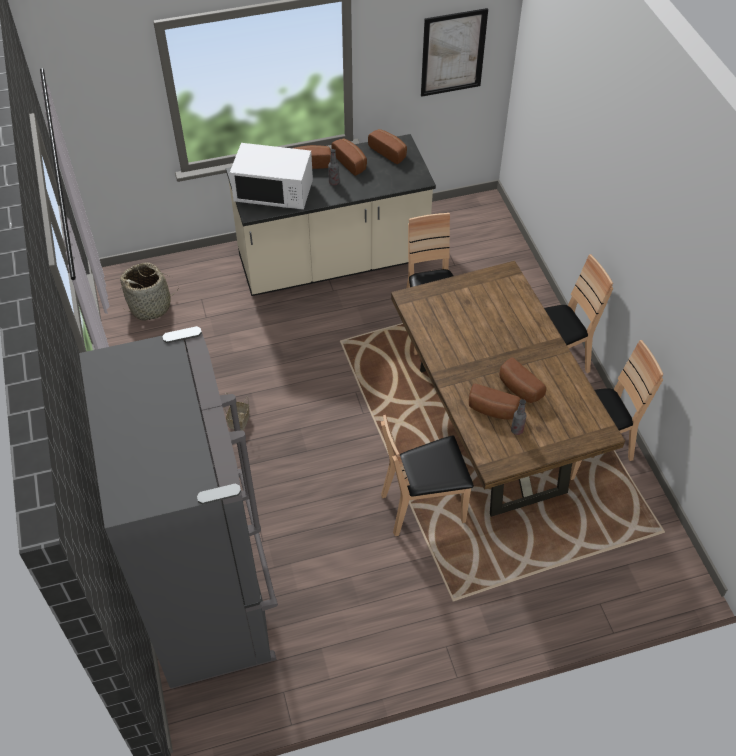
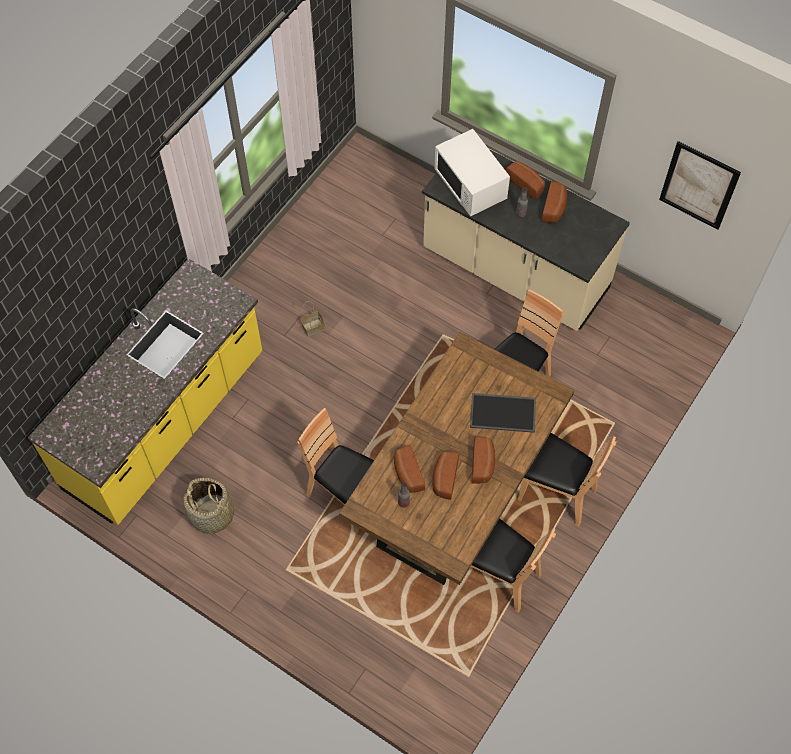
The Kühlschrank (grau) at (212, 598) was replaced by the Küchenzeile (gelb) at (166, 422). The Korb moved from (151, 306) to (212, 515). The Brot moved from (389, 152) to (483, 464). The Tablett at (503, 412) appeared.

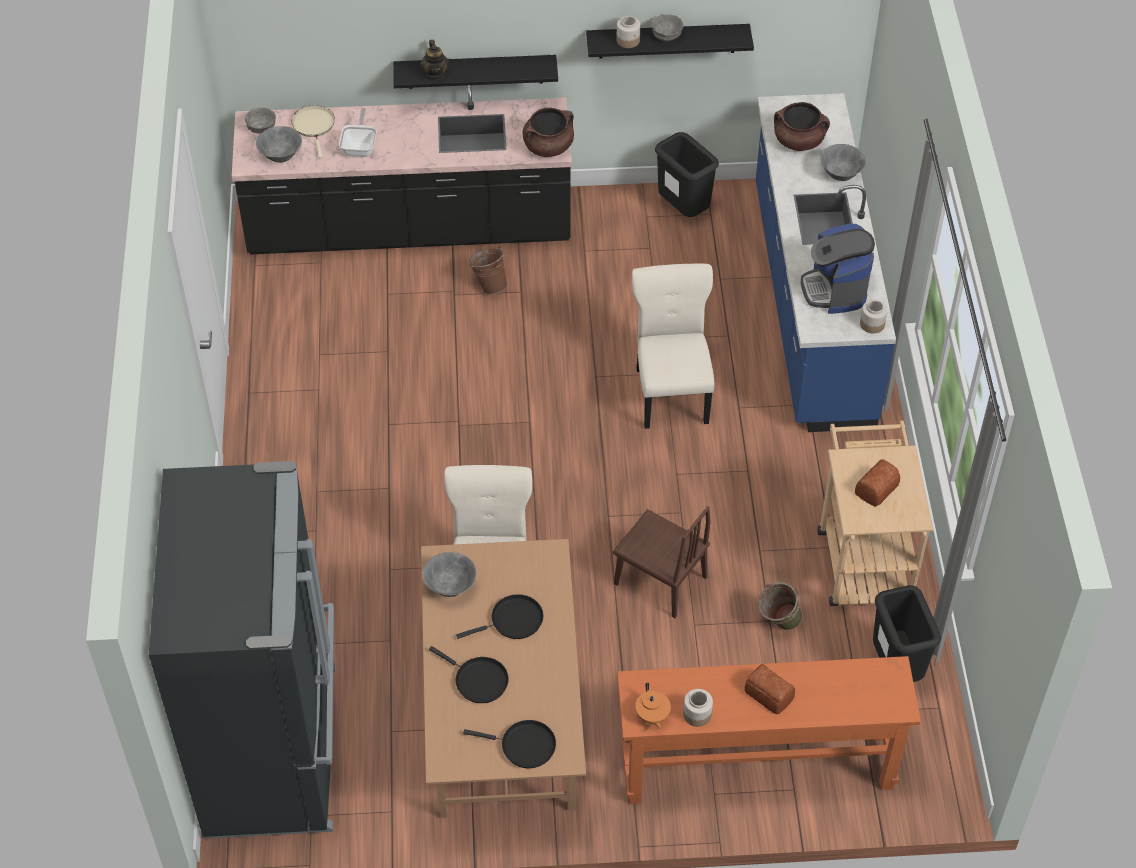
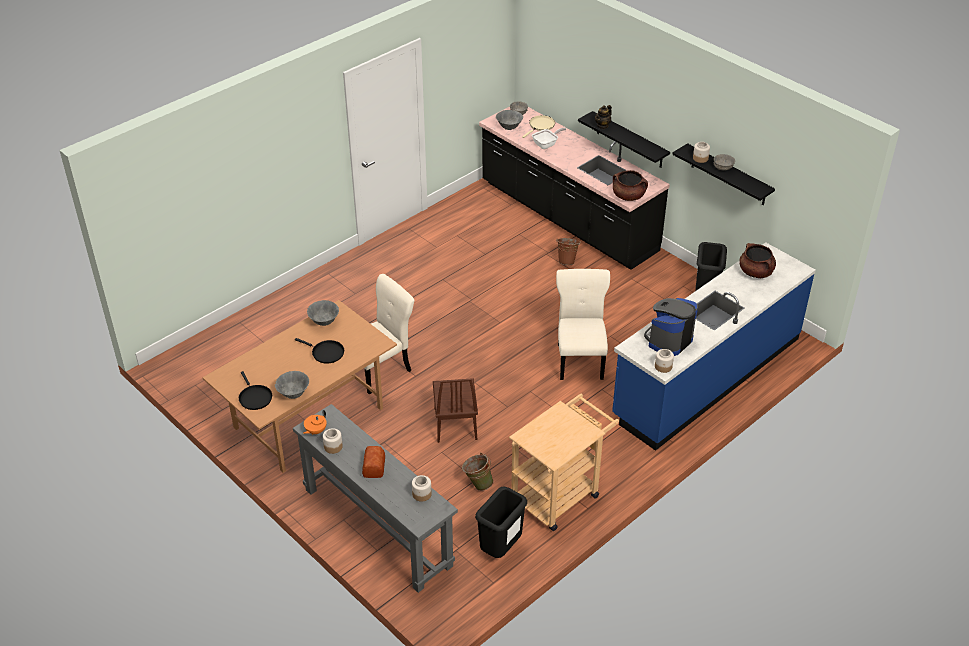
The Kühlschrank (schwarz) at (275, 748) disappeared. The Pfanne (schwarz) at (478, 680) disappeared. The Konsolentisch (orange) at (757, 766) became the Konsolentisch (grau) at (377, 527). The Stuhl (beige) at (671, 393) turned 45 degrees counterclockwise. The Schüssel (grau) moved from (840, 175) to (293, 394). The Brot at (875, 488) disappeared. The Vorratsglas at (422, 494) appeared.

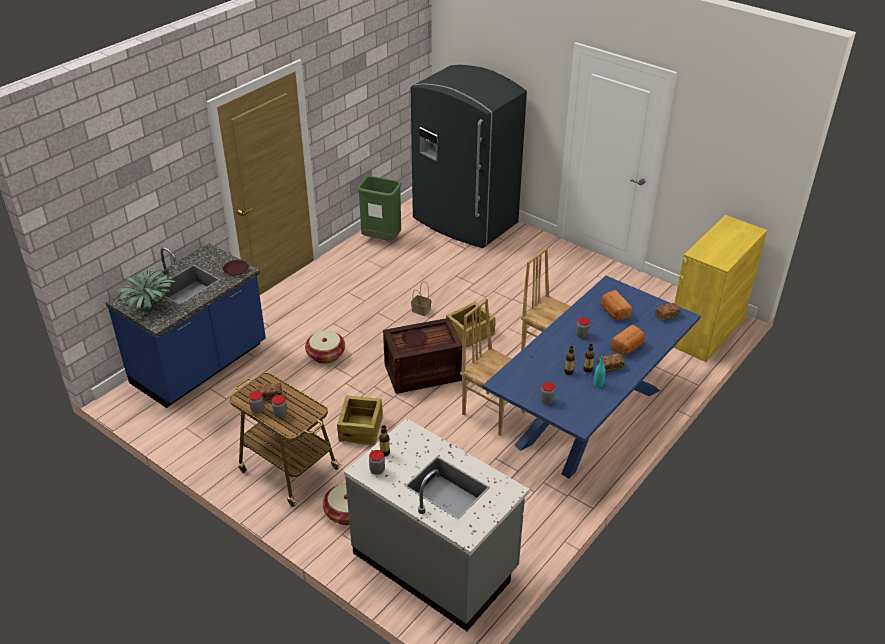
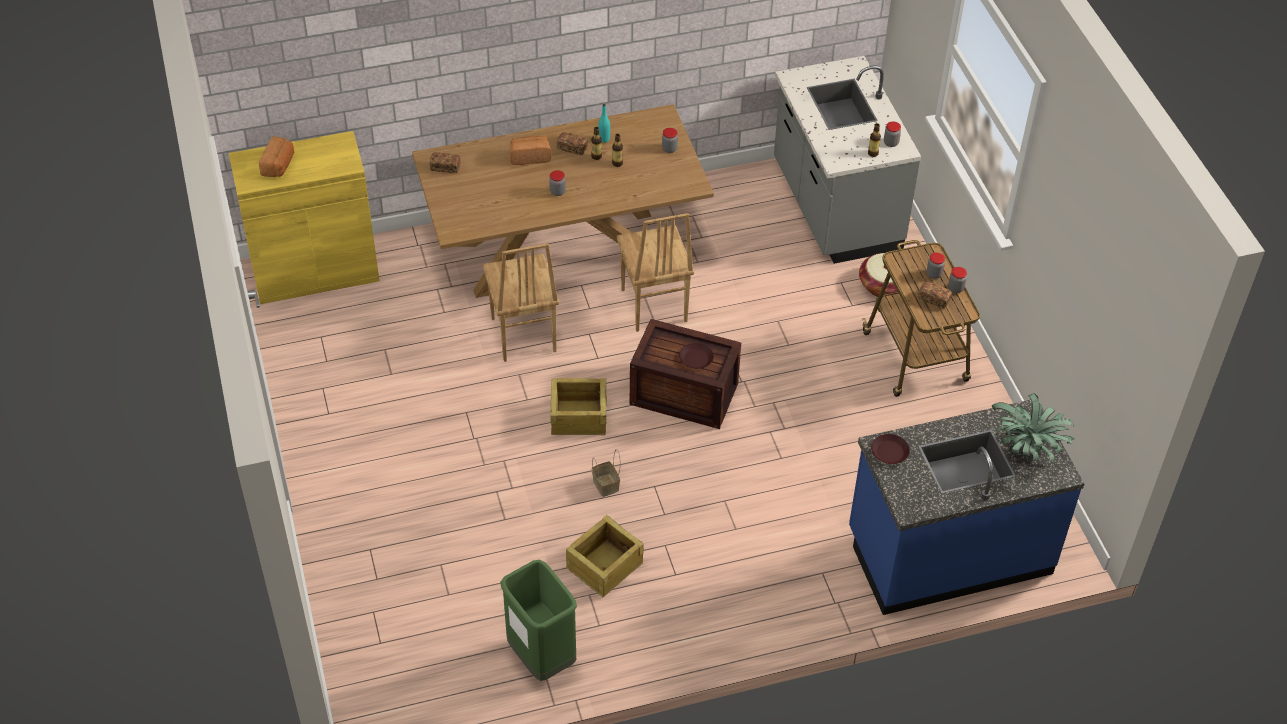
The Korb at (326, 355) disappeared. The Kiste moved from (361, 428) to (603, 565). The Kühlschrank (grau) at (464, 222) disappeared. The Esstisch (blau) at (587, 417) became the Esstisch (braun) at (563, 251). The Brot moved from (614, 312) to (279, 165).

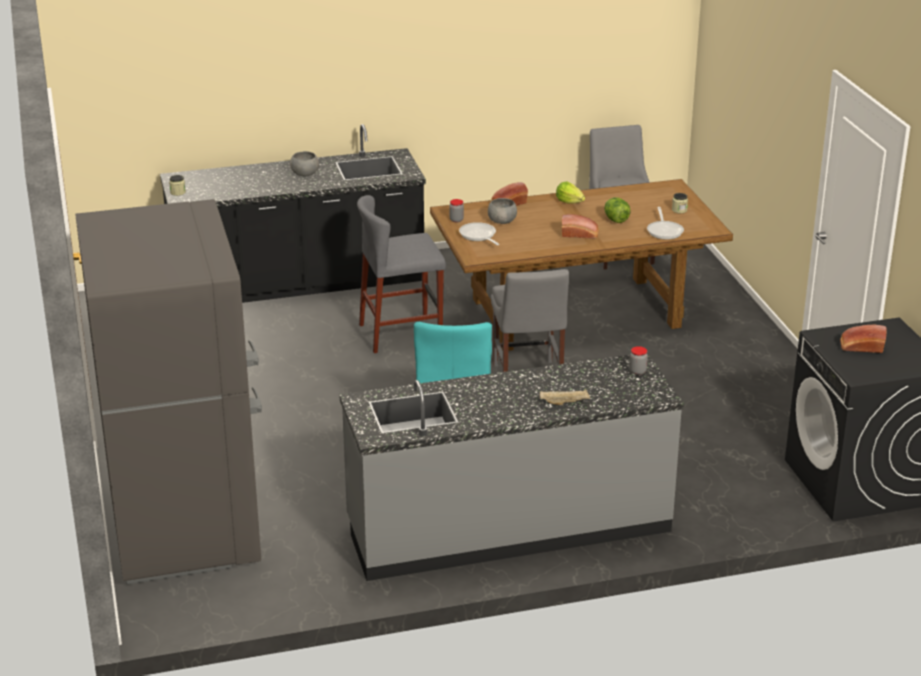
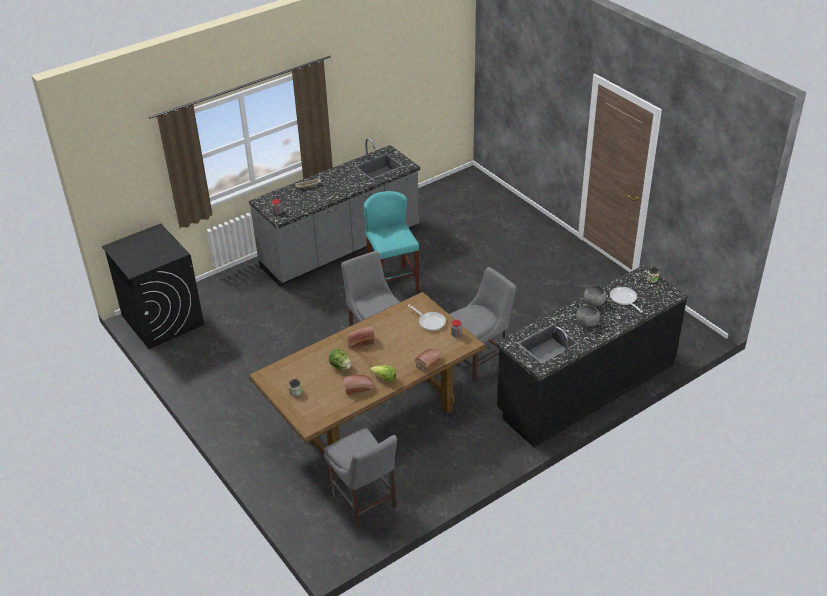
The Kühlschrank (grau) at (184, 527) disappeared. The Hocker (grau) at (400, 333) was replaced by the Stuhl (grau) at (480, 361). The Schüssel (grau) moved from (501, 221) to (594, 302). The Pfanne moved from (664, 231) to (624, 299). The Brot moved from (861, 347) to (359, 388).

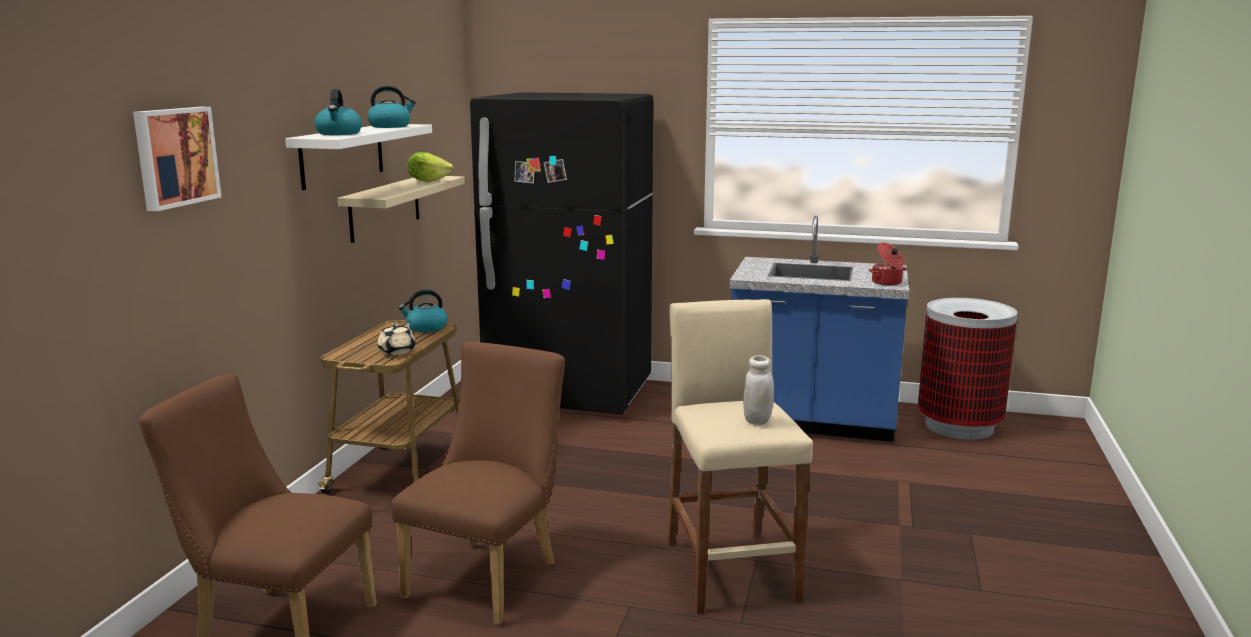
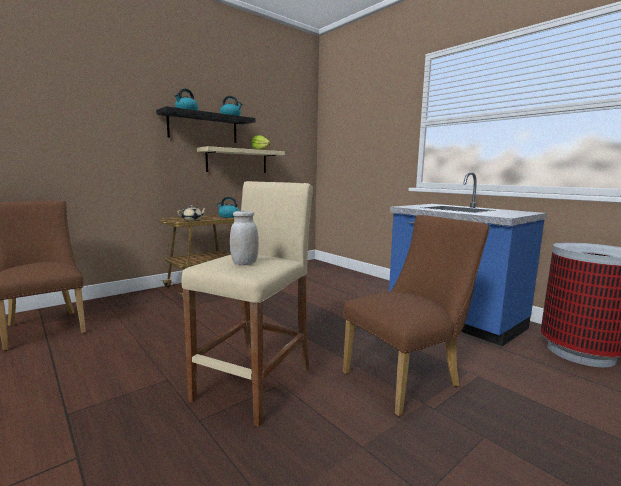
The Bild at (174, 157) disappeared. The Wandregal (weiß) at (342, 155) became the Wandregal (schwarz) at (203, 128). The Stuhl (braun) moved from (489, 575) to (407, 378). The Kühlschrank (schwarz) at (570, 395) disappeared. The Kochtopf at (887, 282) disappeared.

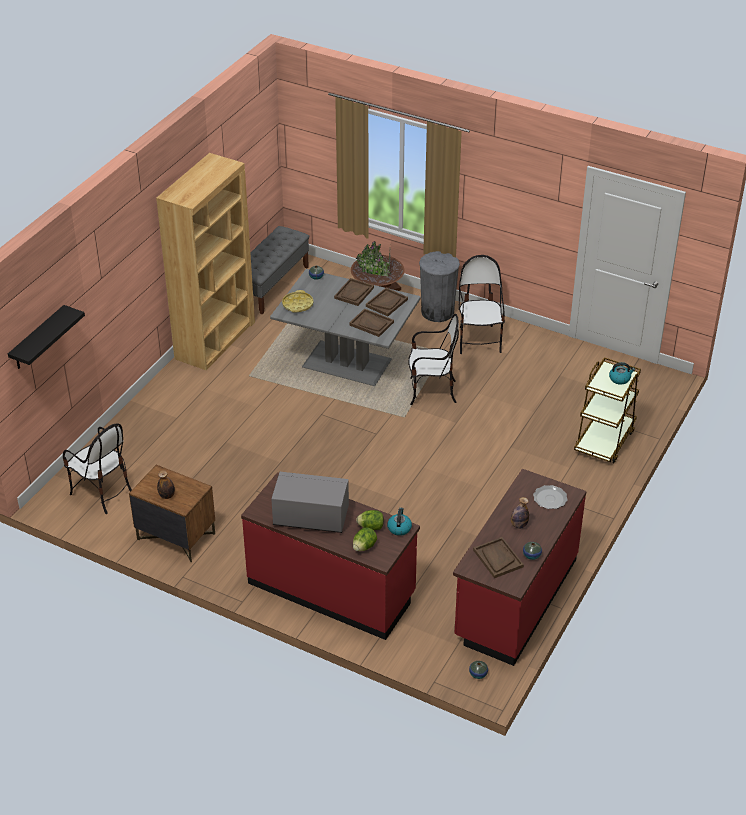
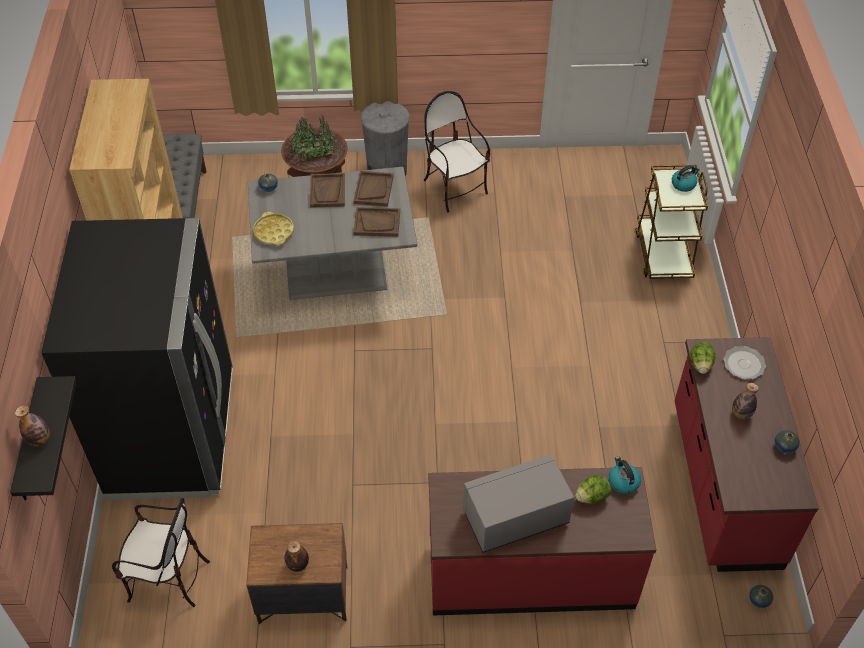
The Salatkopf moved from (364, 547) to (700, 364). The Stuhl at (431, 392) disappeared. The Tablett (braun) at (498, 558) disappeared. The Flasche at (39, 440) appeared. The Kühlschrank (schwarz) at (173, 434) appeared.

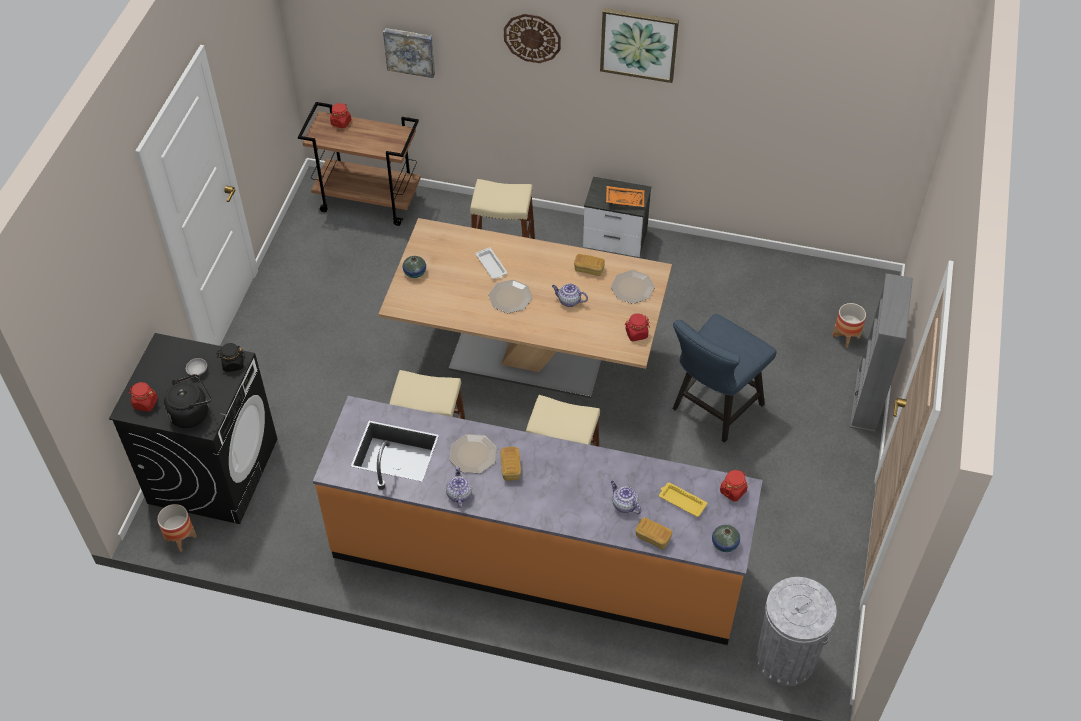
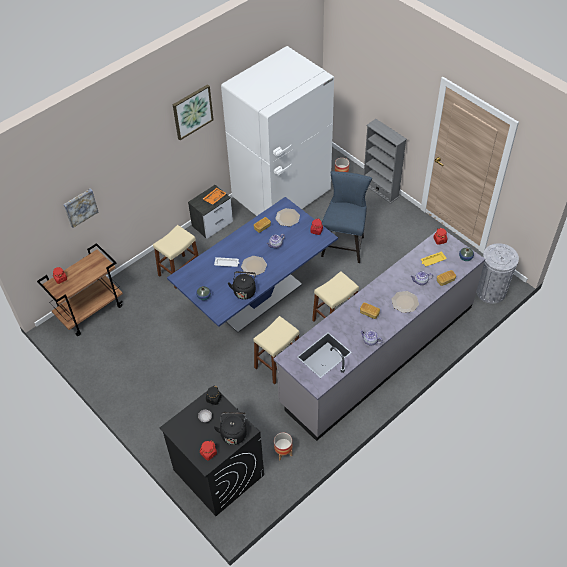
The Pflanzkübel moved from (181, 538) to (283, 452). The Küchenzeile (orange) at (538, 558) became the Küchenzeile (grau) at (378, 353). The Esstisch (beige) at (528, 357) became the Esstisch (blau) at (256, 296). The Teller moved from (473, 454) to (405, 302). The Wanduhr at (532, 38) disappeared. The Stuhl (blau) at (713, 410) turned 150 degrees counterclockwise. The Kühlschrank (weiß) at (282, 196) appeared. The Wasserkessel (schwarz) at (244, 291) appeared.

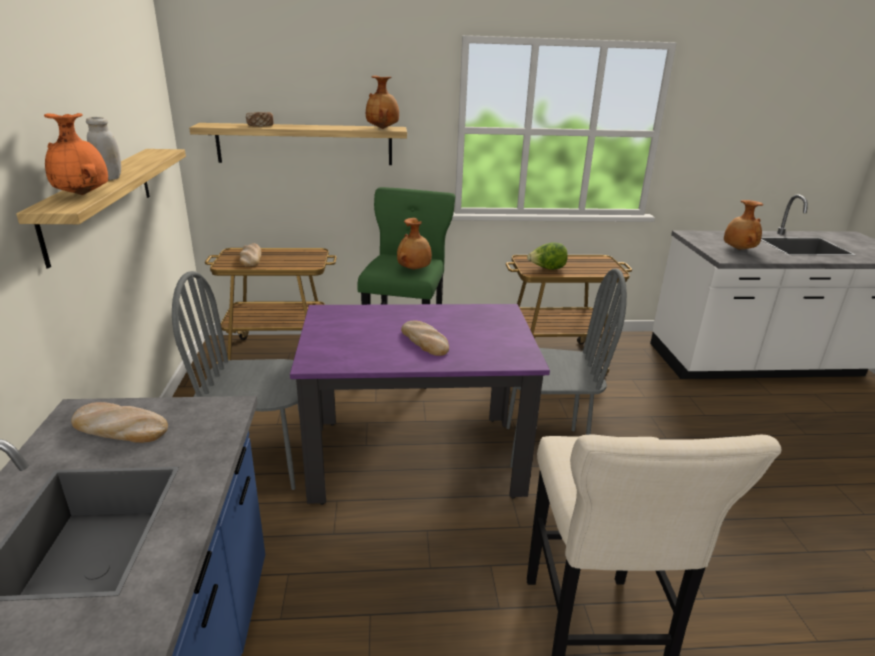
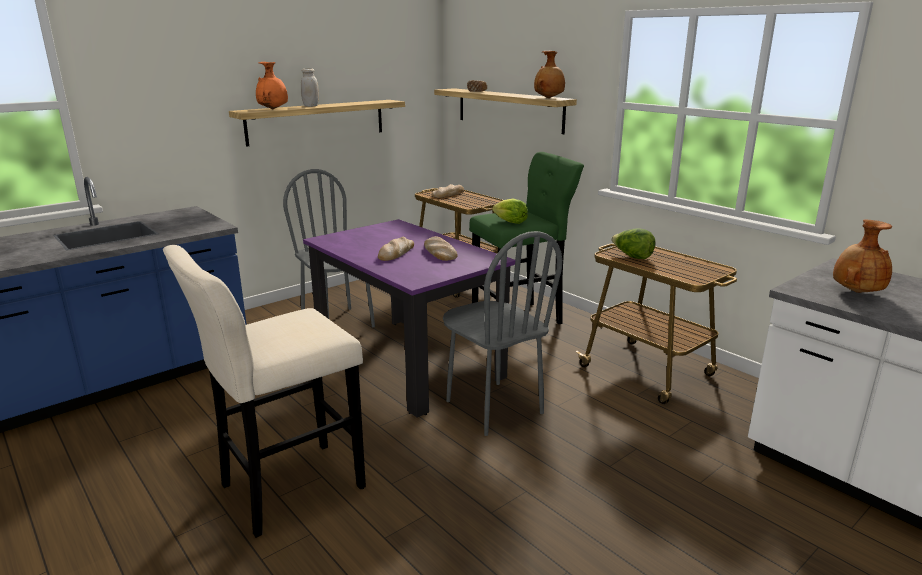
The Brot moved from (119, 428) to (439, 252). The Vase (braun) at (414, 269) was replaced by the Salatkopf at (510, 222).

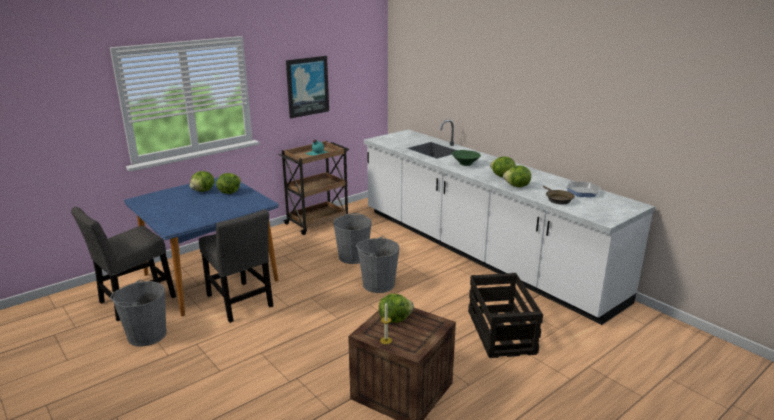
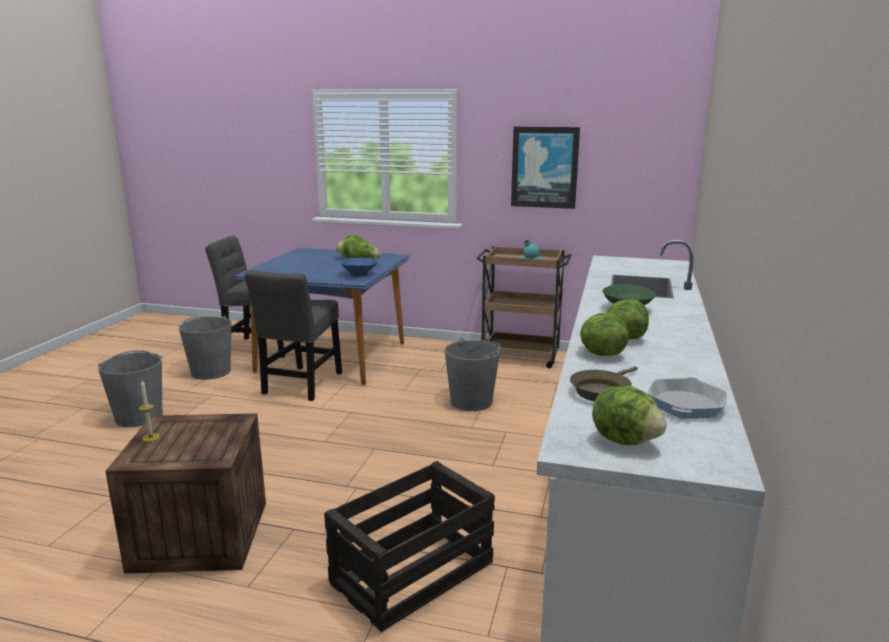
The Eimer (grau) moved from (378, 284) to (139, 416). The Salatkopf moved from (394, 319) to (625, 440). The Schüssel (blau) at (359, 274) appeared.

